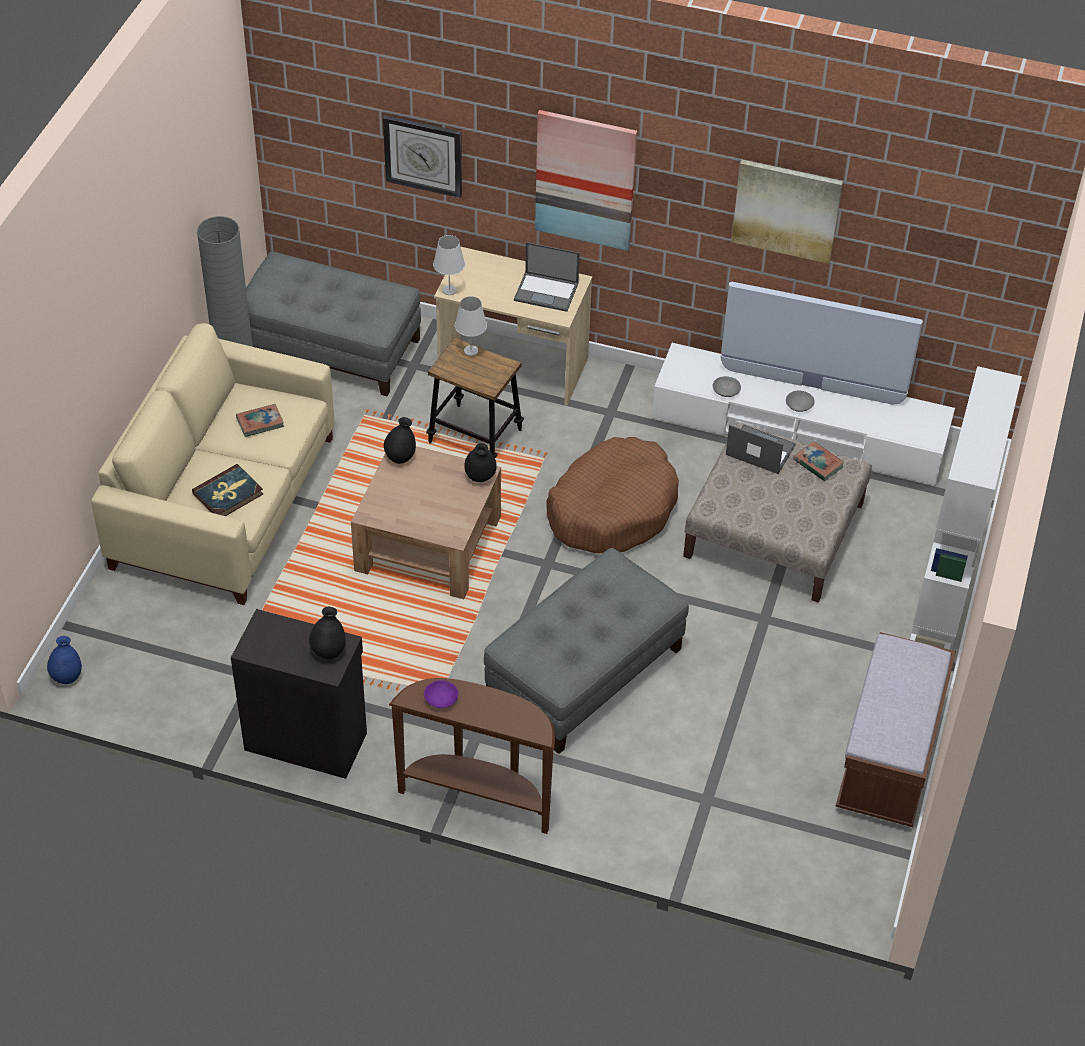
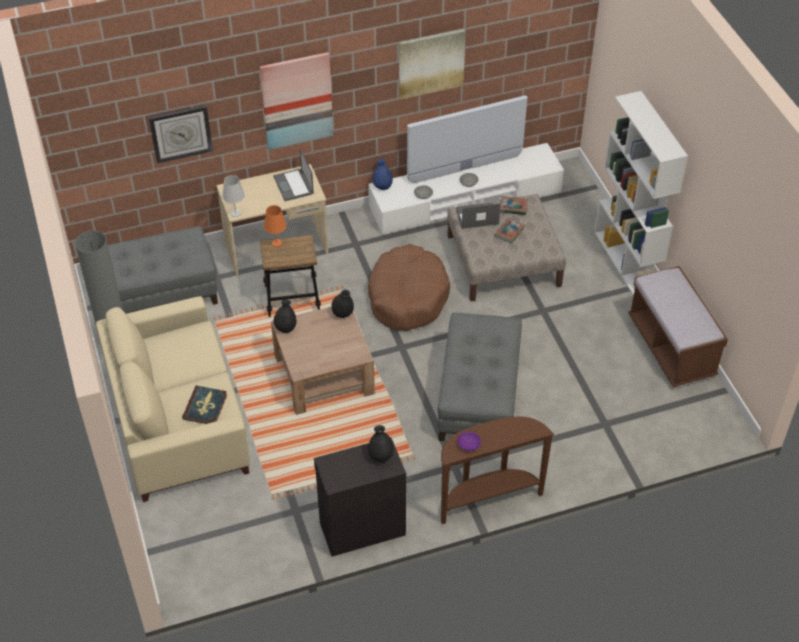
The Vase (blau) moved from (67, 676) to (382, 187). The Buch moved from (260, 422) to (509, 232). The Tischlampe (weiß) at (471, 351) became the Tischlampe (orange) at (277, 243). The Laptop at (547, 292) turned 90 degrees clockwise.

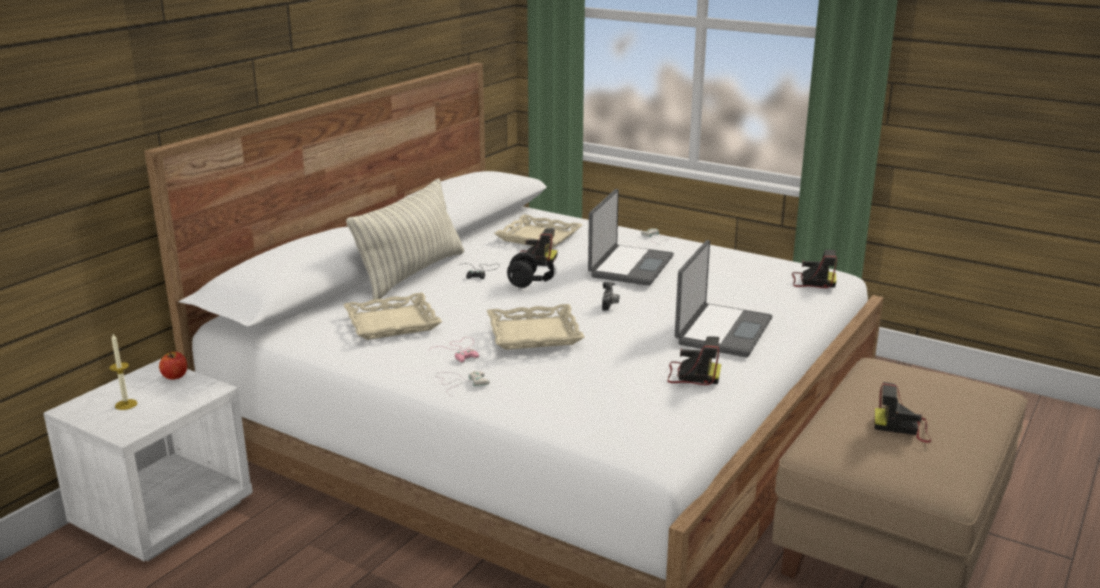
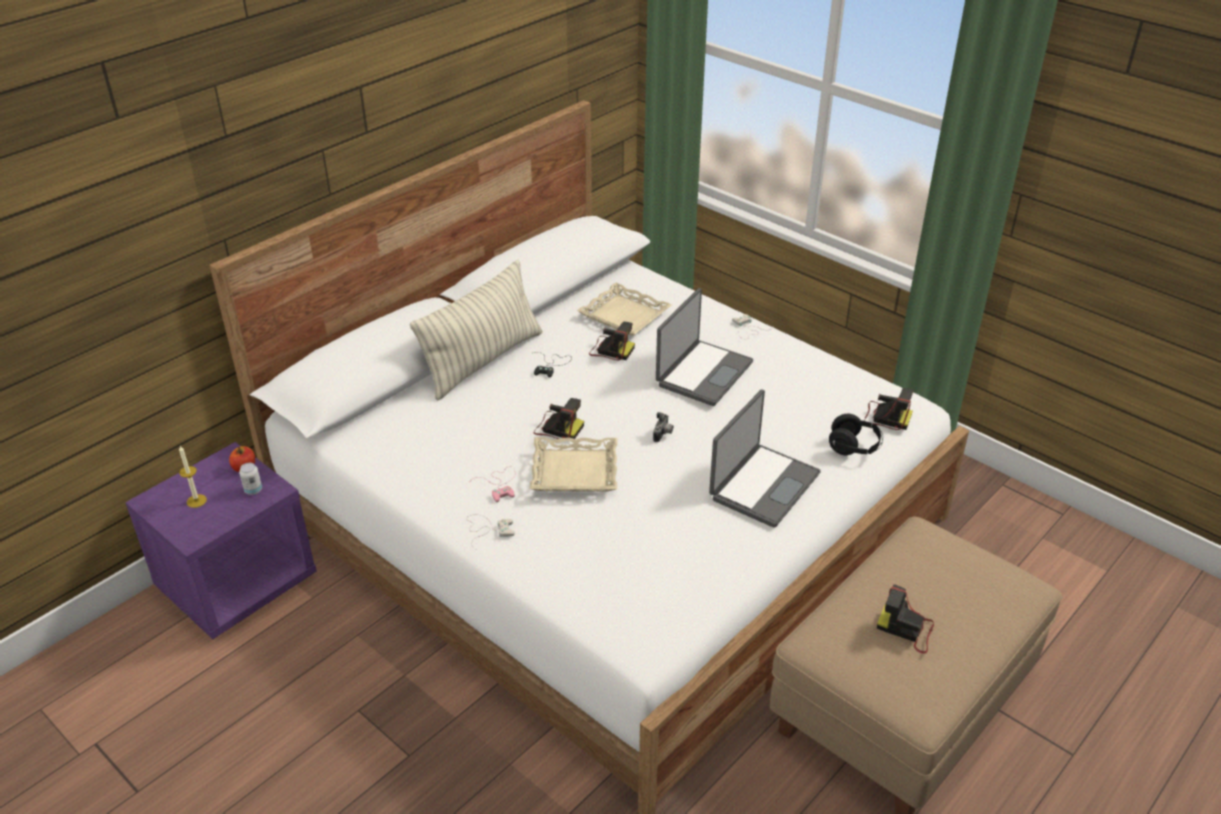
The Nachttisch (weiß) at (163, 514) became the Nachttisch (lila) at (237, 583). The Tablett (beige) at (392, 322) disappeared. The Kopfhörer (schwarz) moved from (532, 283) to (854, 447). The Kamera moved from (692, 375) to (557, 427). The Dose at (253, 490) appeared.

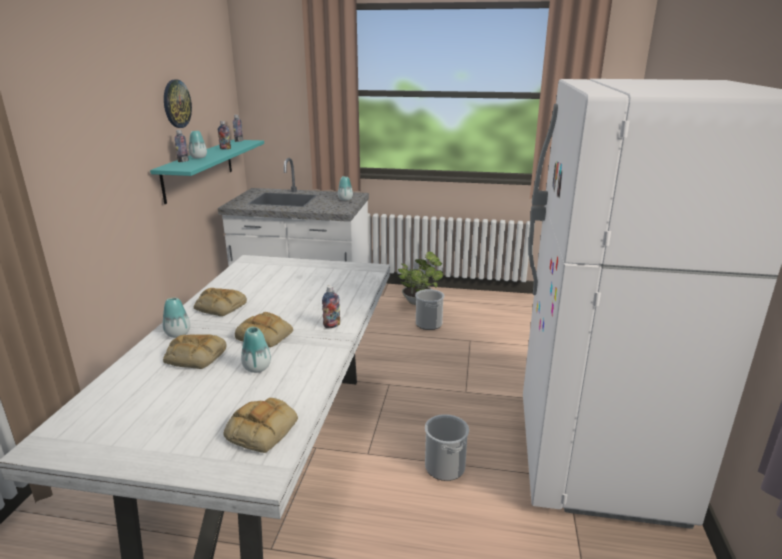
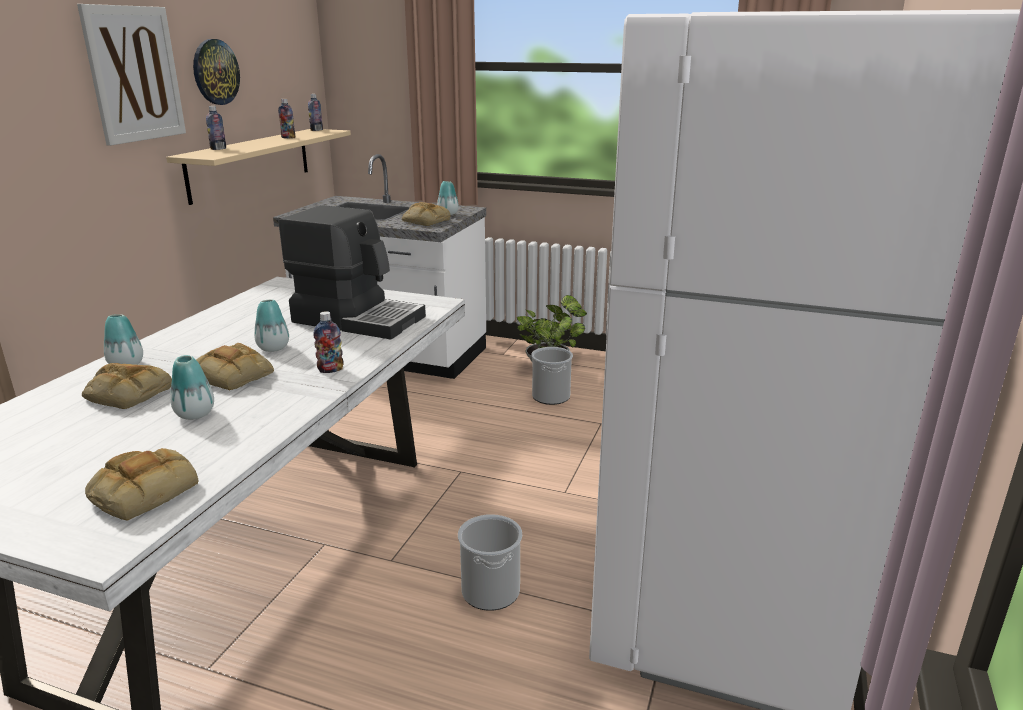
The Wandregal (türkis) at (199, 169) became the Wandregal (beige) at (250, 164). The Vase moved from (198, 157) to (273, 348). The Brot moved from (219, 307) to (425, 221). The Bild at (134, 74) appeared. The Kaffeemaschine at (358, 319) appeared.

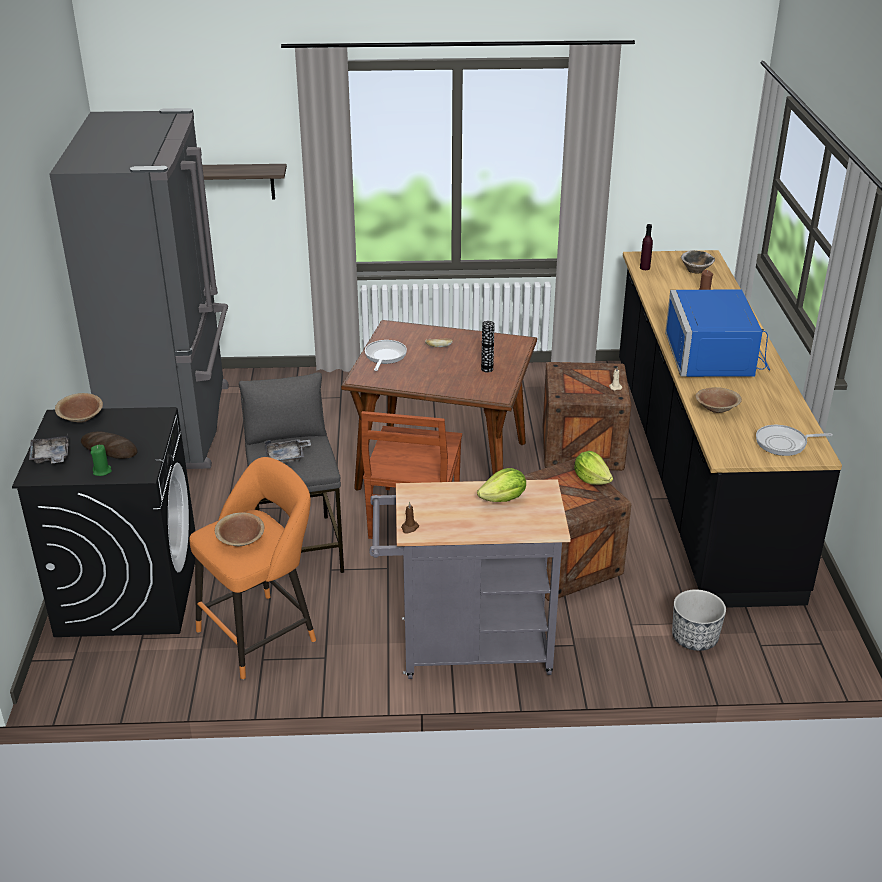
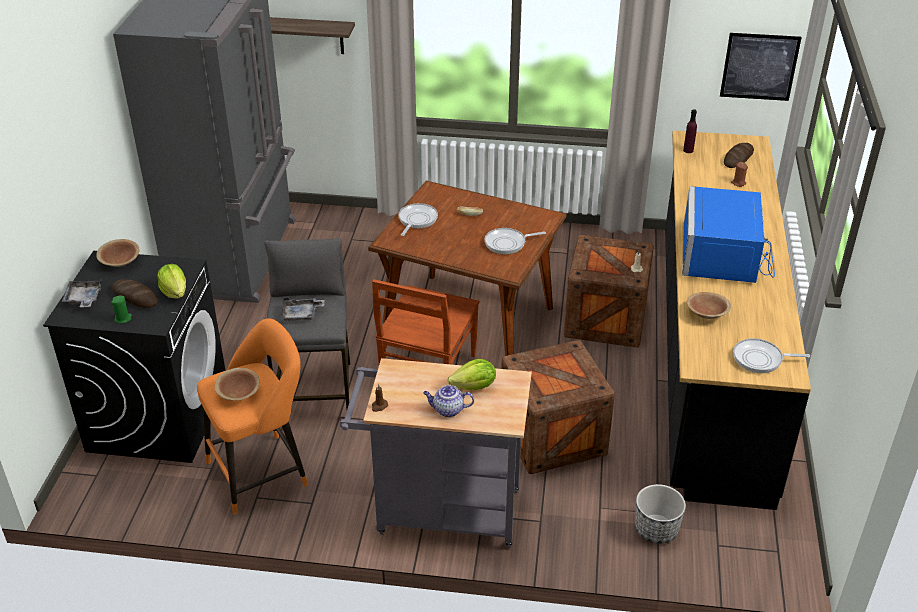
The Vase at (487, 369) was replaced by the Pfanne at (508, 243). The Salatkopf moved from (591, 479) to (175, 292). The Schüssel at (696, 270) was replaced by the Brot at (738, 158). The Teekanne at (448, 410) appeared. The Bild at (759, 66) appeared.

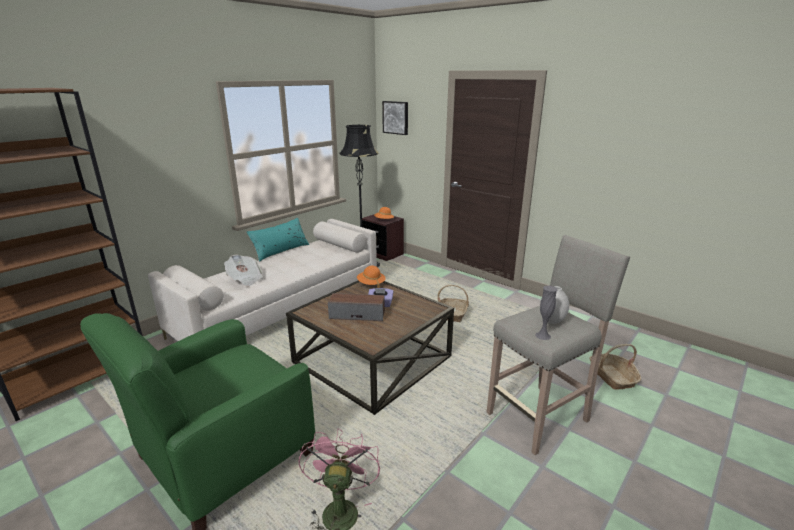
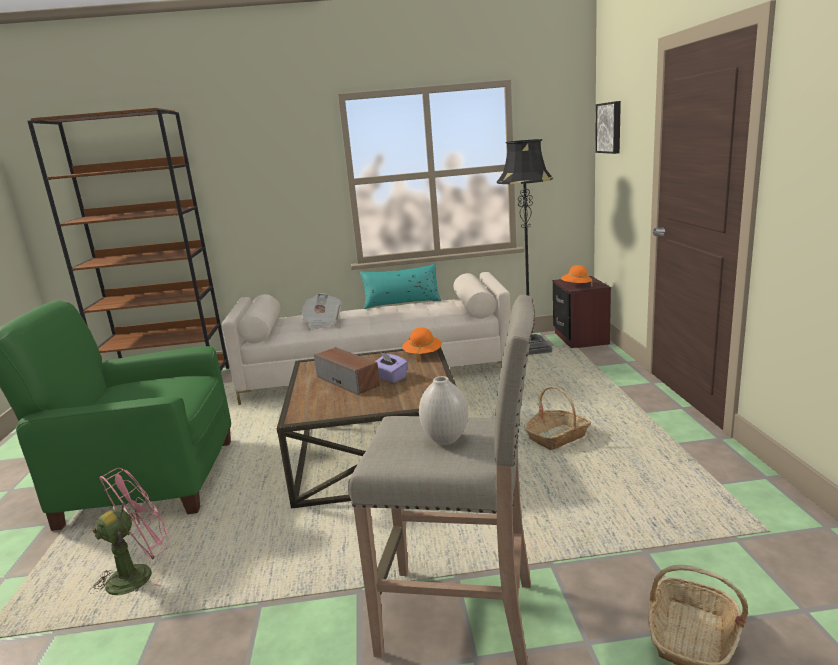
The Vase (grau) at (543, 335) disappeared.

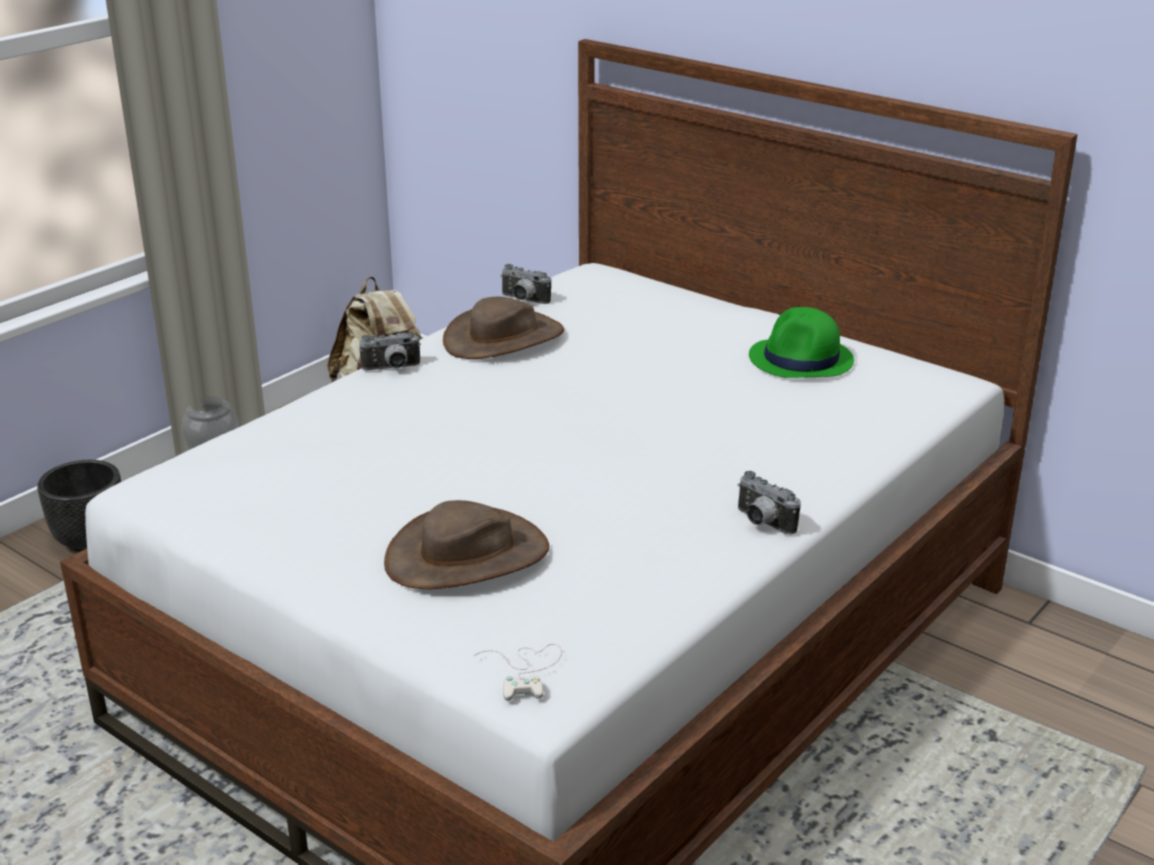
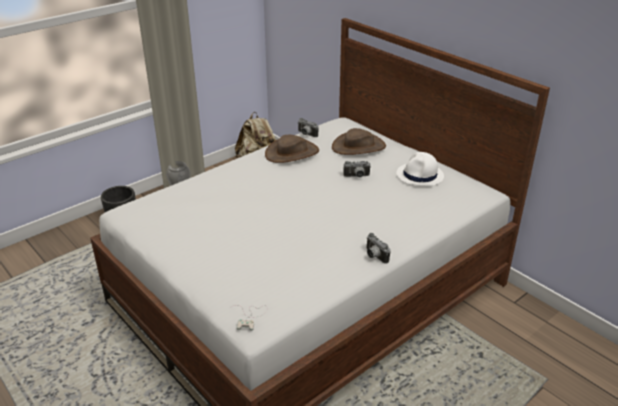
The Kamera moved from (392, 369) to (357, 176). The Hut (braun) moved from (467, 556) to (358, 147). The Hut (grün) at (801, 360) became the Hut (weiß) at (420, 175).

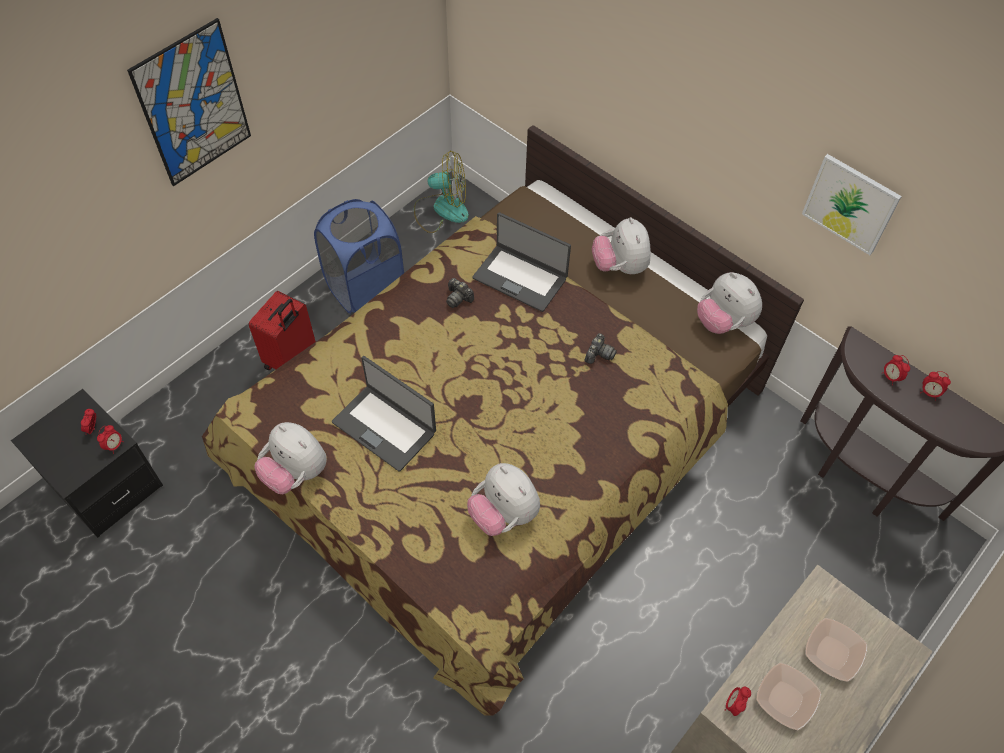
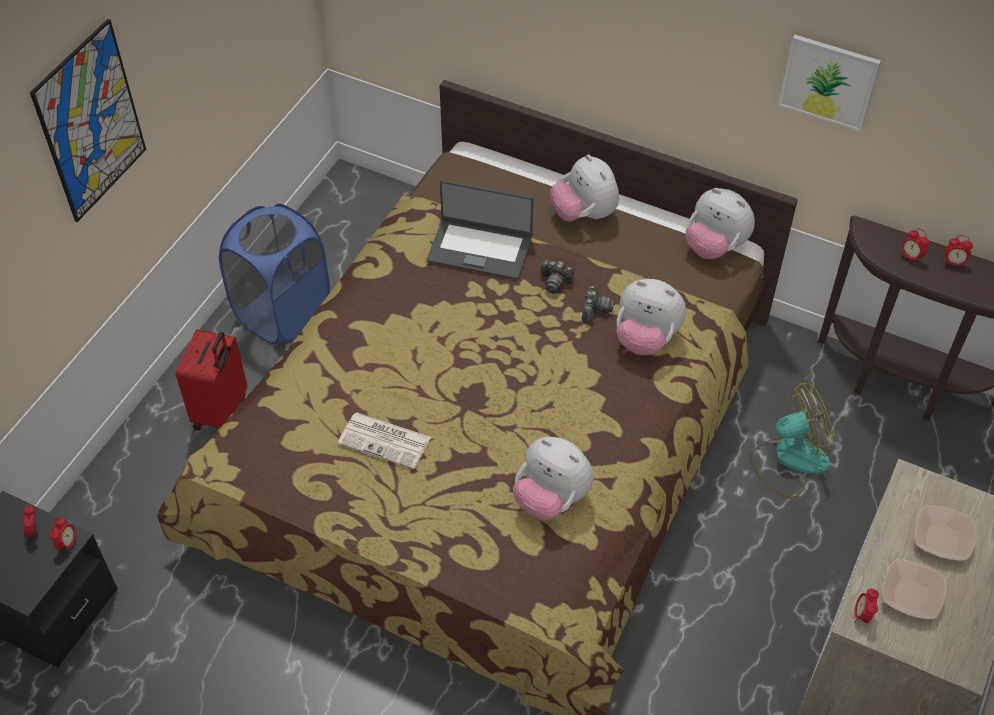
The Plüschtier moved from (296, 473) to (646, 338). The Laptop at (385, 427) was replaced by the Zeitung at (386, 440). The Ventilator moved from (441, 209) to (789, 459). The Kamera moved from (458, 298) to (555, 282).

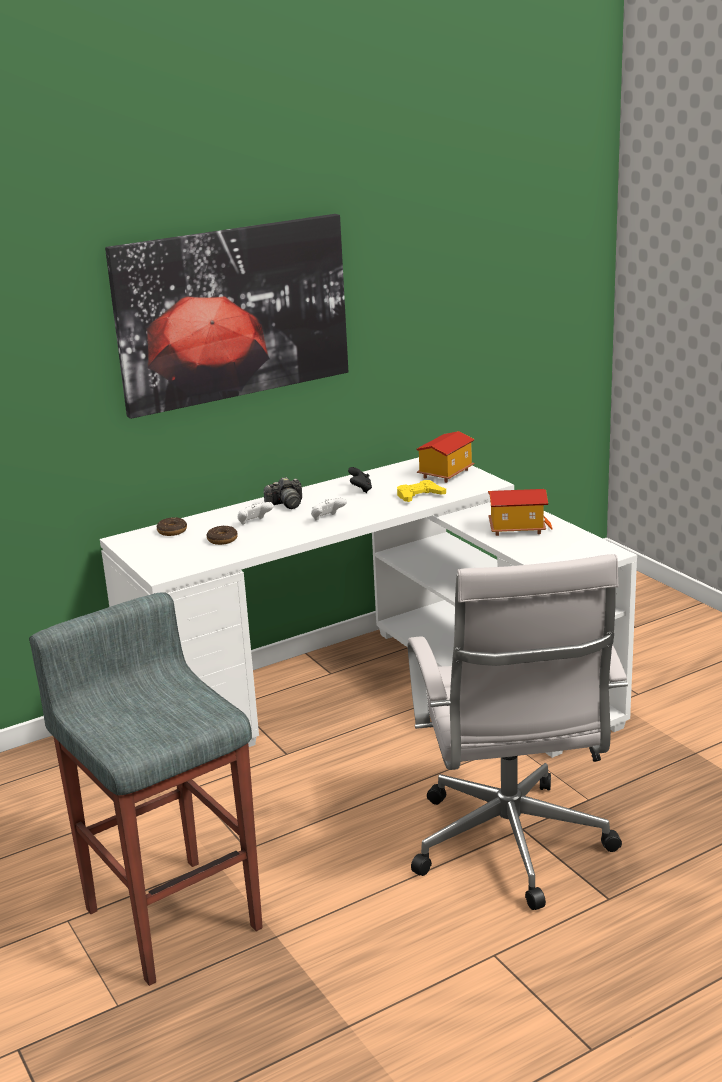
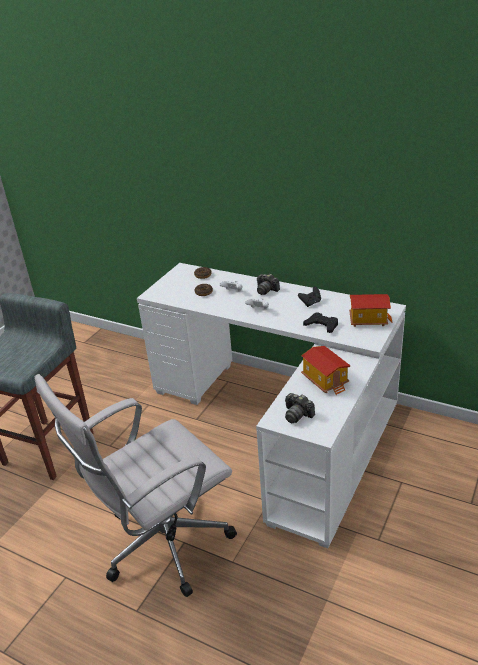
The Bild at (232, 313) disappeared. The Gamepad (gelb) at (419, 496) became the Gamepad (schwarz) at (322, 325). The Kamera at (297, 414) appeared.

